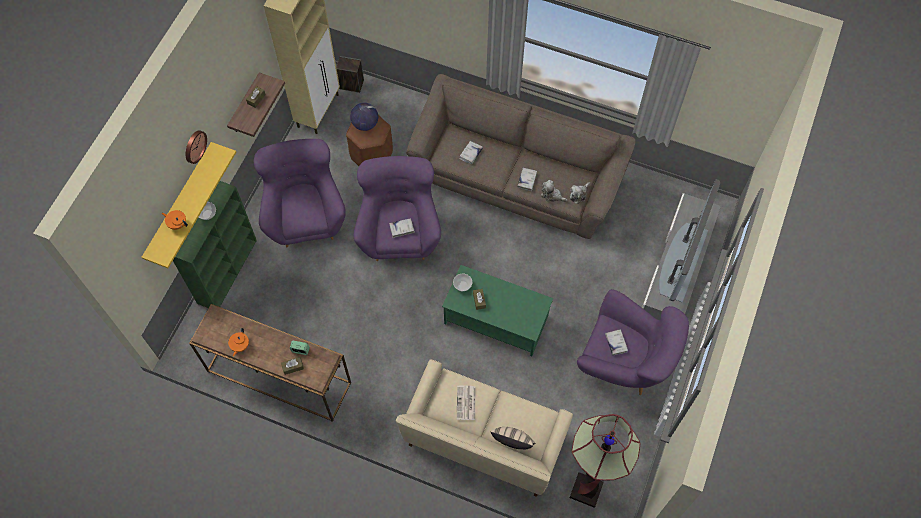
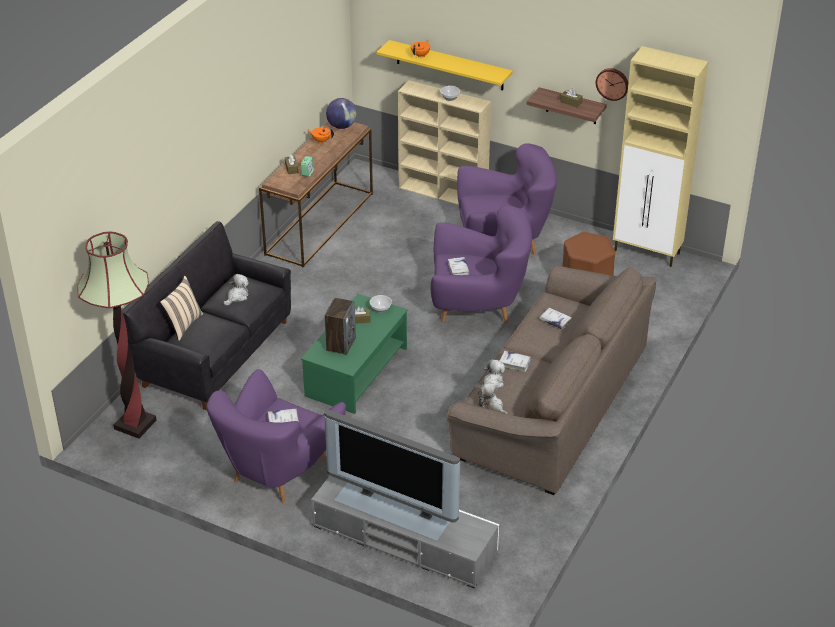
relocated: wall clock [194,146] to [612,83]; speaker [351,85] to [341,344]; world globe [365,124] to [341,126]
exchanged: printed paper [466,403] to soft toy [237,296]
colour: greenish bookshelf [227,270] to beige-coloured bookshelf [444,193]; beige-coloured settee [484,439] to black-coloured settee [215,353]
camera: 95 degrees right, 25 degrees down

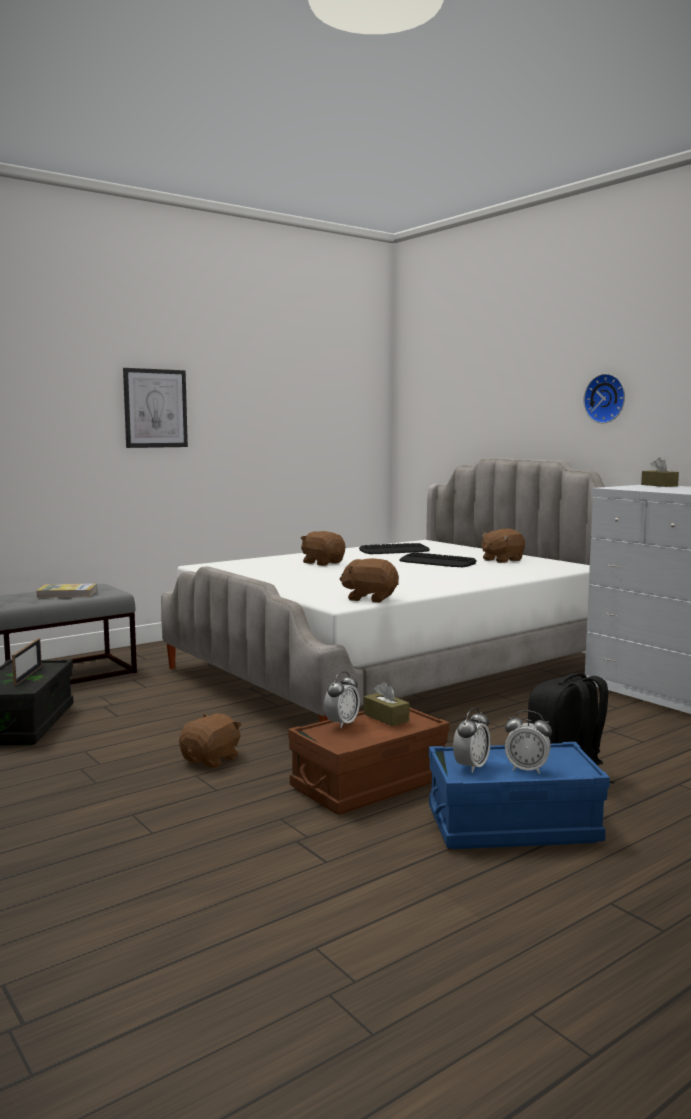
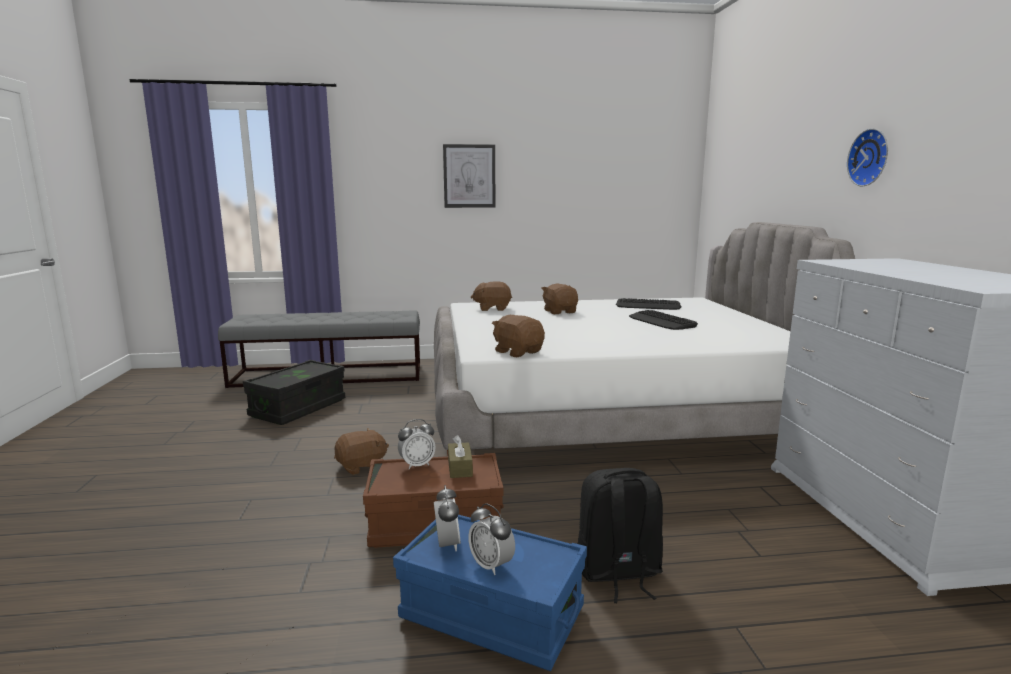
missing: photo frame [28,675]; bound book [67,594]; brown-coloured box of tissues [659,485]
relocated: brown-coloured soft toy [501,560] to [492,308]
spun: bedside clock [471,767] = [447,544] 75 degrees counterclockwise
camera: 30 degrees right, 5 degrees up

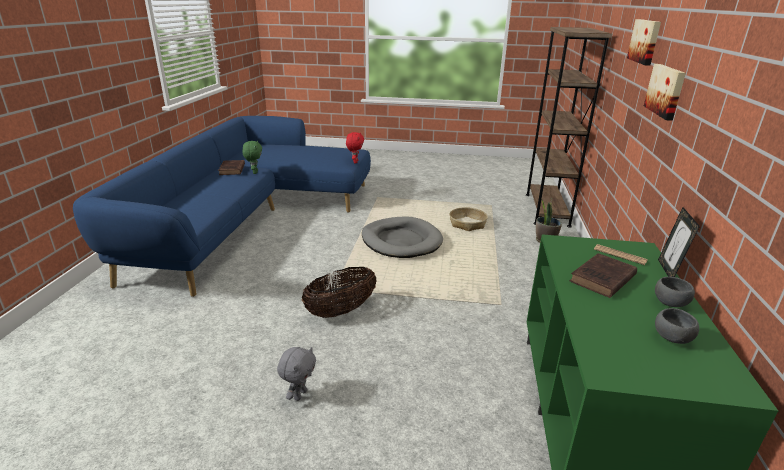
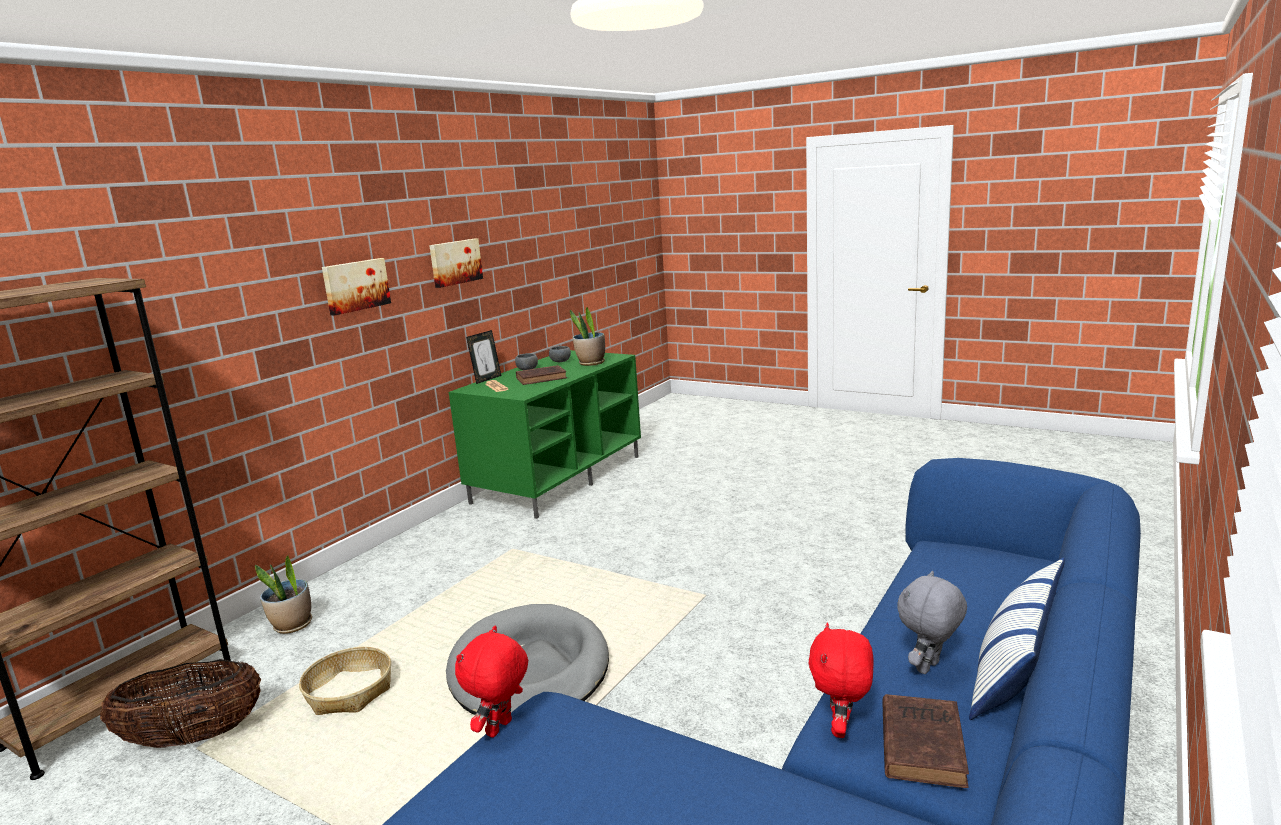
appeared: houseplant [591,363]; pillow [1014,670]
relocated: gray soft toy [299,394] to [929,668]; basket [341,311] to [193,737]; picture [645,41] to [455,262]
colour: greenish soft toy [254,172] to reddish soft toy [842,729]
camera: 155 degrees left, 10 degrees down

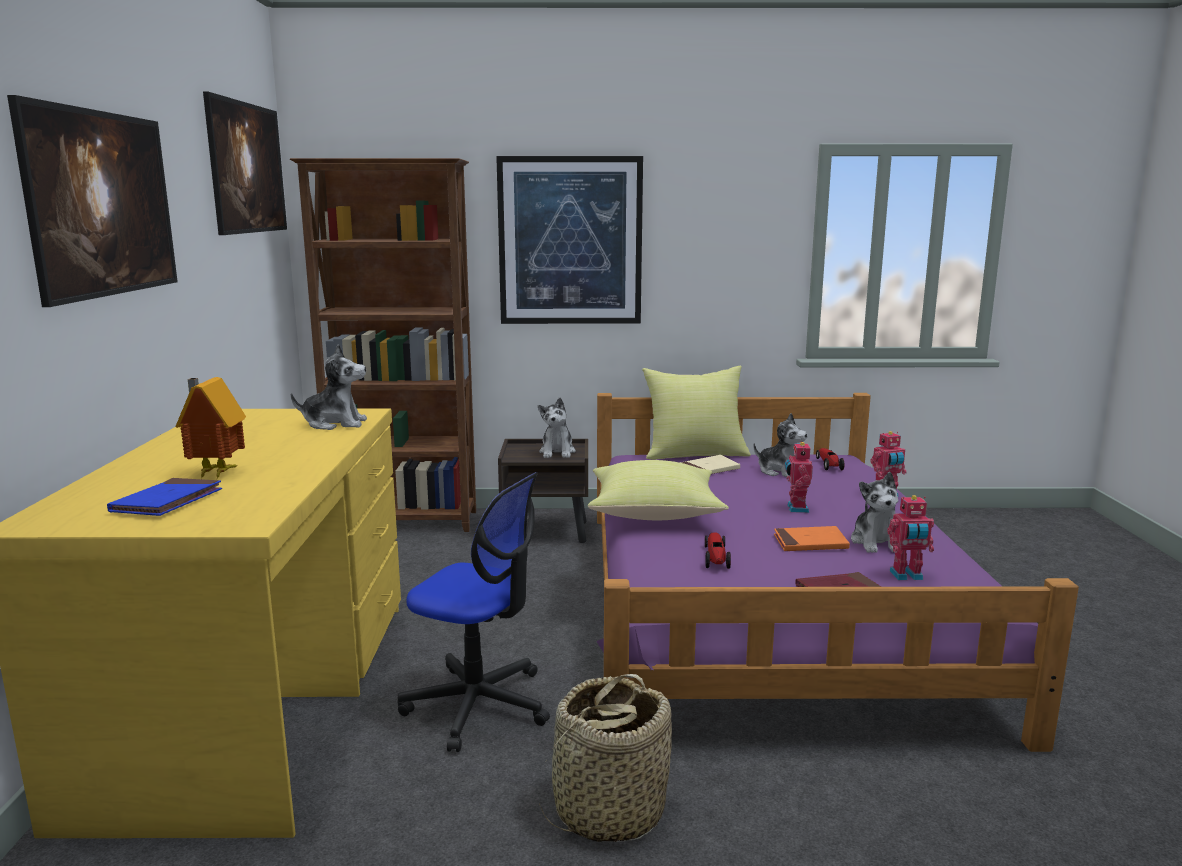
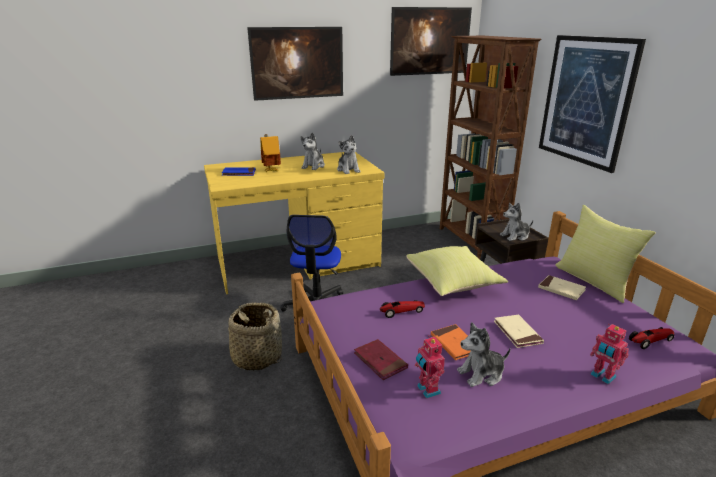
relocated: soft toy [780,471] to [313,166]
exchanged: model robot [796,508] to beige-coloured bound book [517,333]
camera: 70 degrees right, 10 degrees up

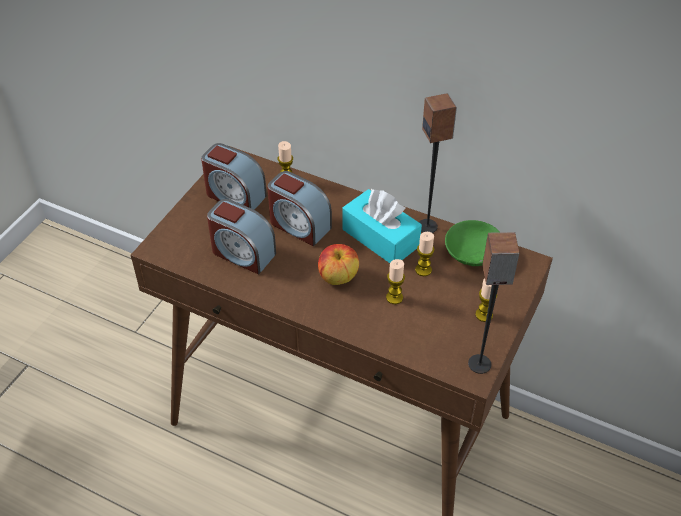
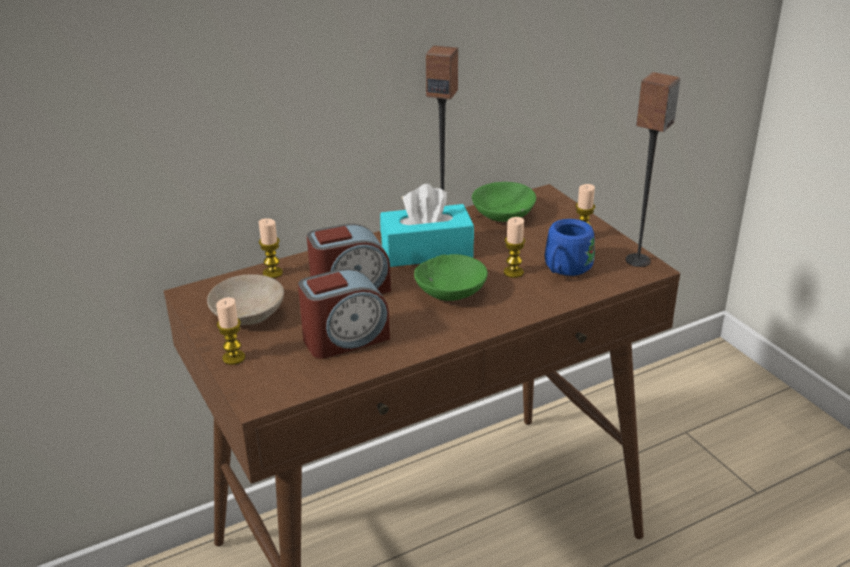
appeared: blue coffee mug [564,270]
relocated: wax light [423,270] to [233,358]
exchanged: bedside clock [234,195] to beige-coloured bowl [250,313]; apple [338,277] to greenish bowl [451,293]
camera: 55 degrees left, 15 degrees down

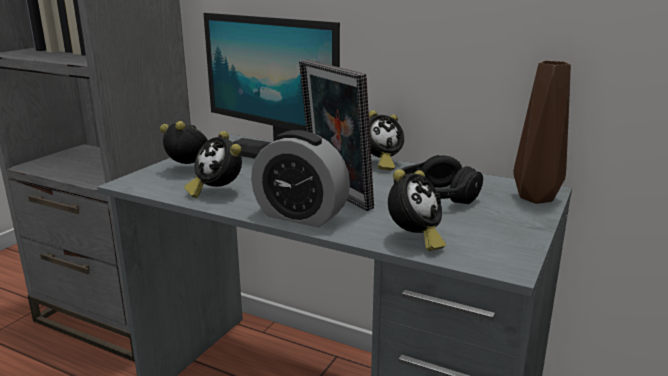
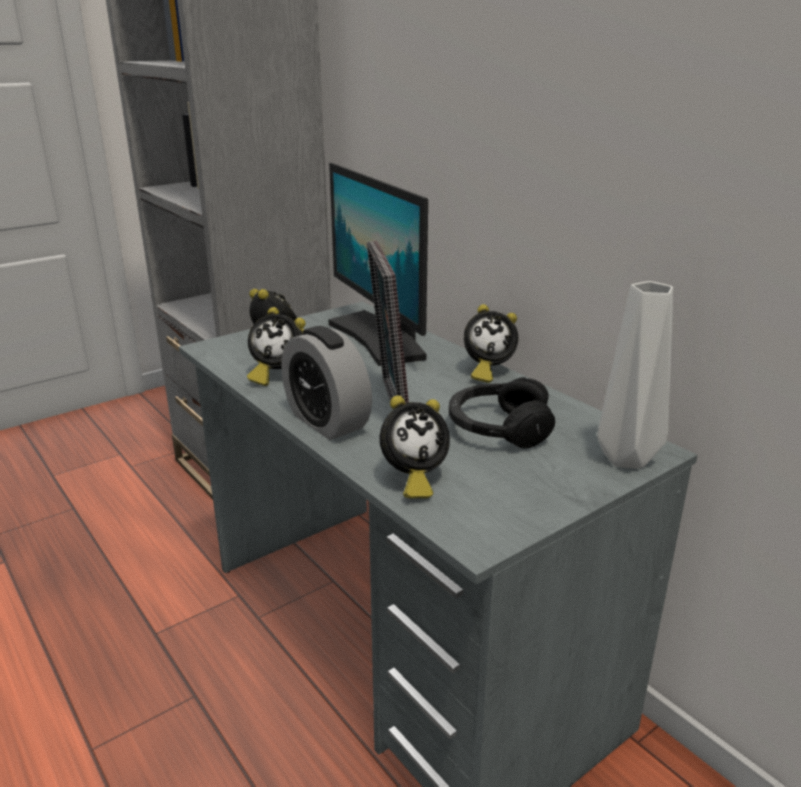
colour: brown-coloured decorative vase [534,198] to gray decorative vase [623,459]
spun: bedside clock [217,192] = [276,375] 60 degrees counterclockwise
camera: 25 degrees right, 5 degrees up

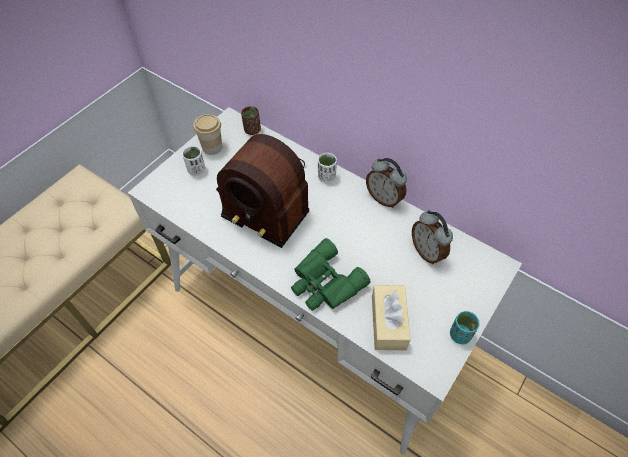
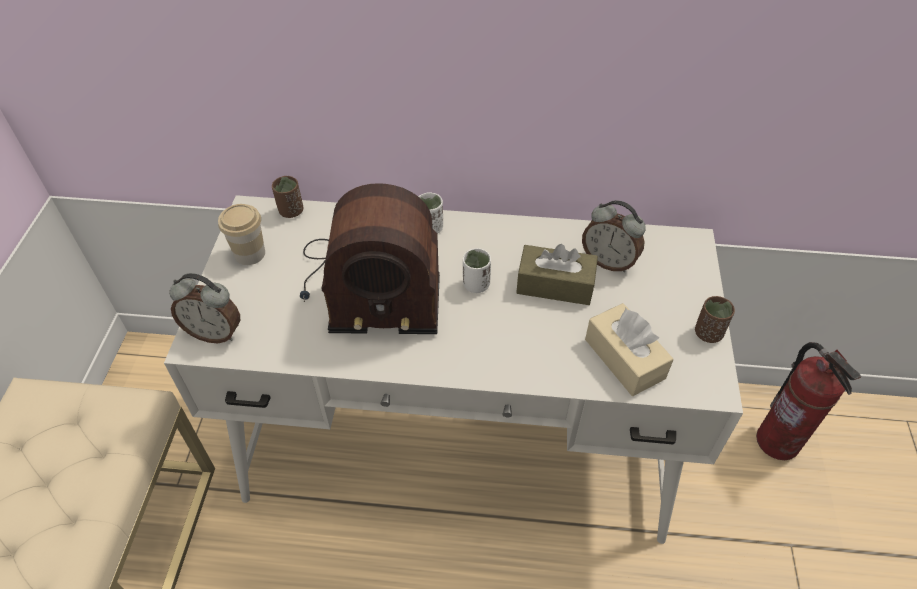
missing: greenish field glasses [324,283]
appeared: brown-coloured box of tissues [555,285]; extinguisher [778,441]
relocated: white-coloured small cup [196,170] to [476,284]; bedside clock [384,198] to [215,332]
colour: blue-green small cup [460,335] to brown-coloured small cup [708,333]
camera: 30 degrees left, 5 degrees down

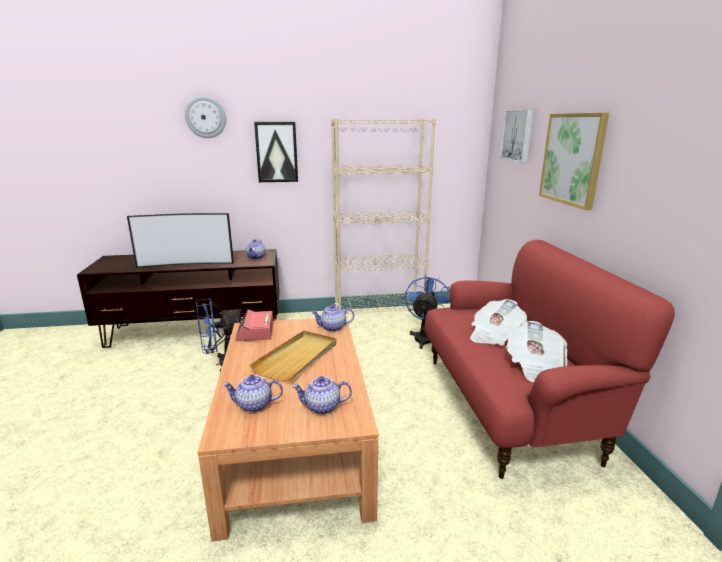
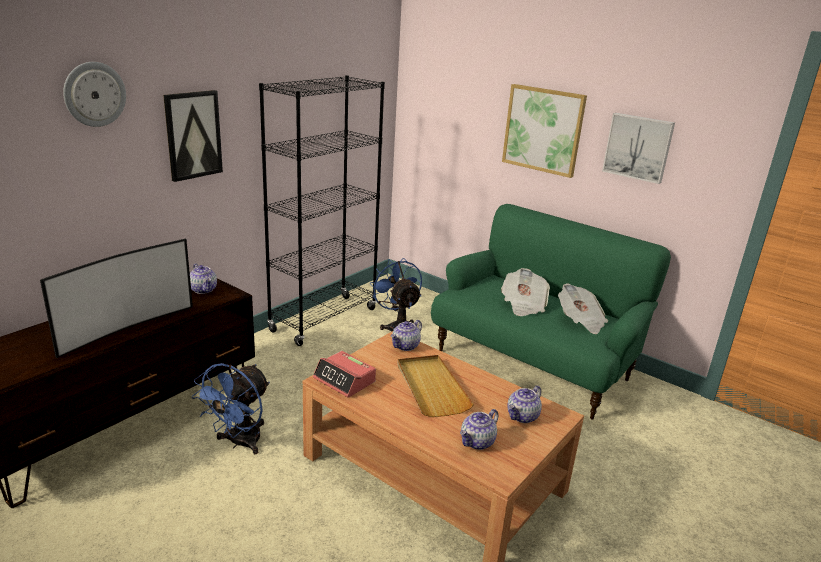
relocated: picture [518,135] to [638,147]
colour: beige-coloured bookshelf [379,316] to black-coloured bookshelf [323,320]; reddish settee [509,405] to greenish settee [533,363]
camera: 45 degrees left, 5 degrees up

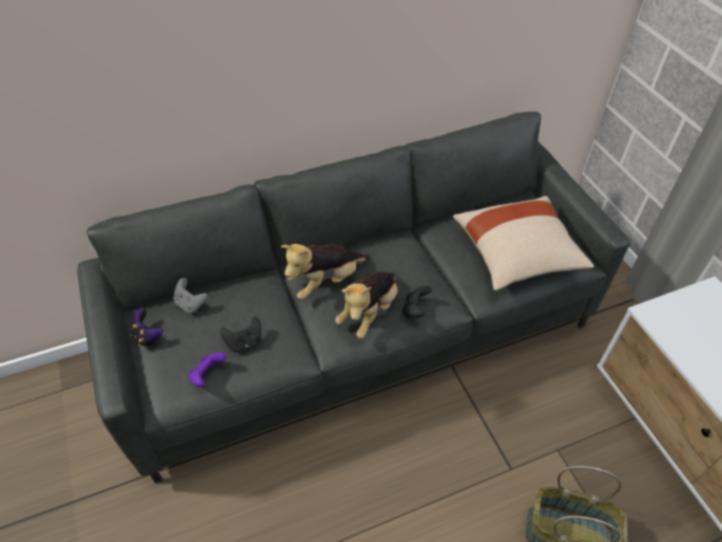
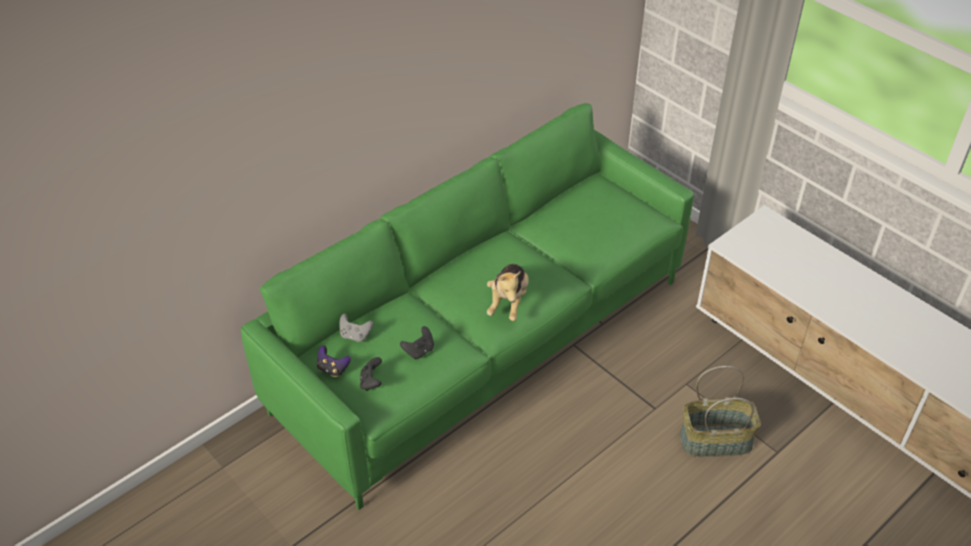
missing: purplish gamepad [208,375]; soft toy [326,281]; beige-coloured pillow [517,255]
relocated: black-coloured gamepad [415,310] to [371,382]
colour: gray settee [361,340] to greenish settee [484,347]
camera: 20 degrees left, 5 degrees down

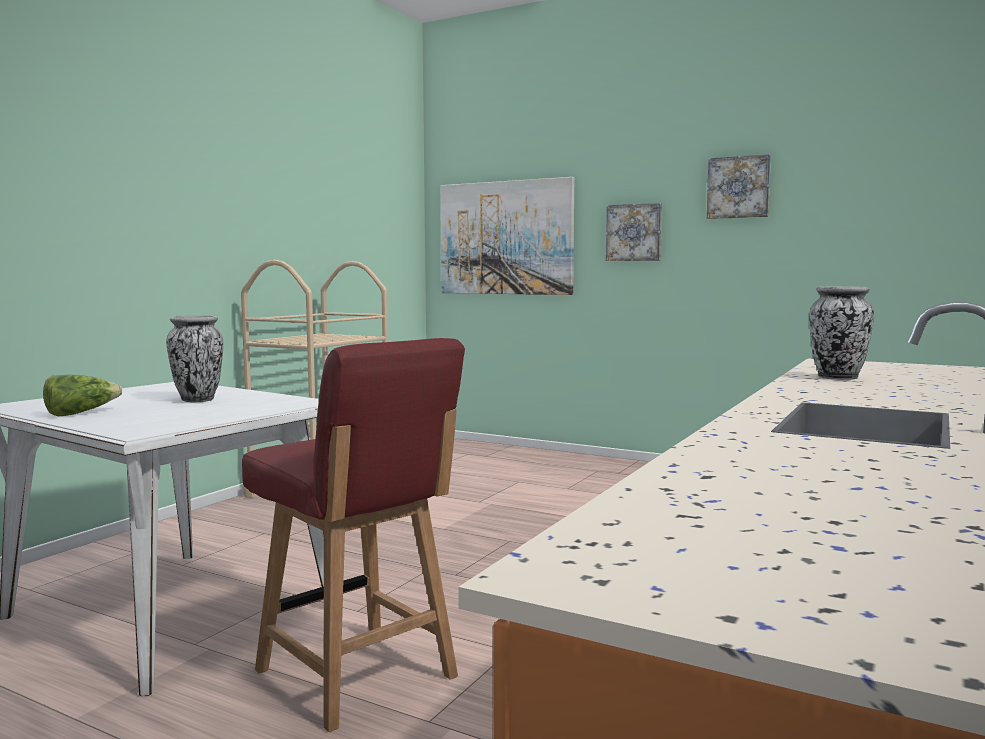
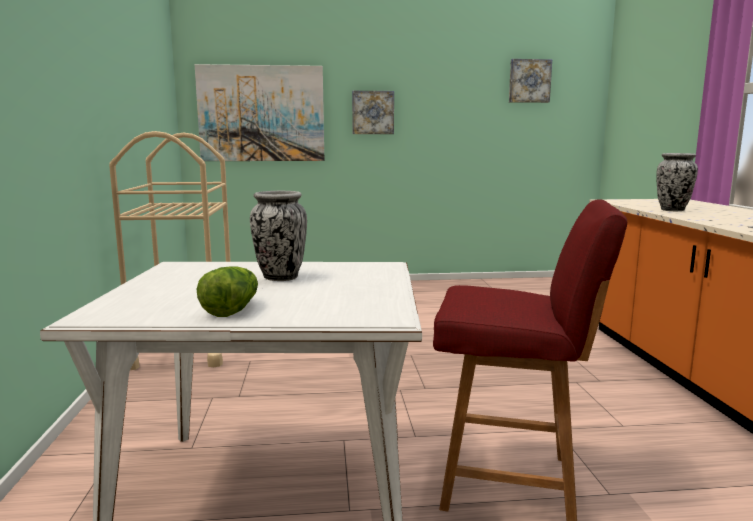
relocated: picture [738,187] to [529,81]
camera: 35 degrees left, 5 degrees up

